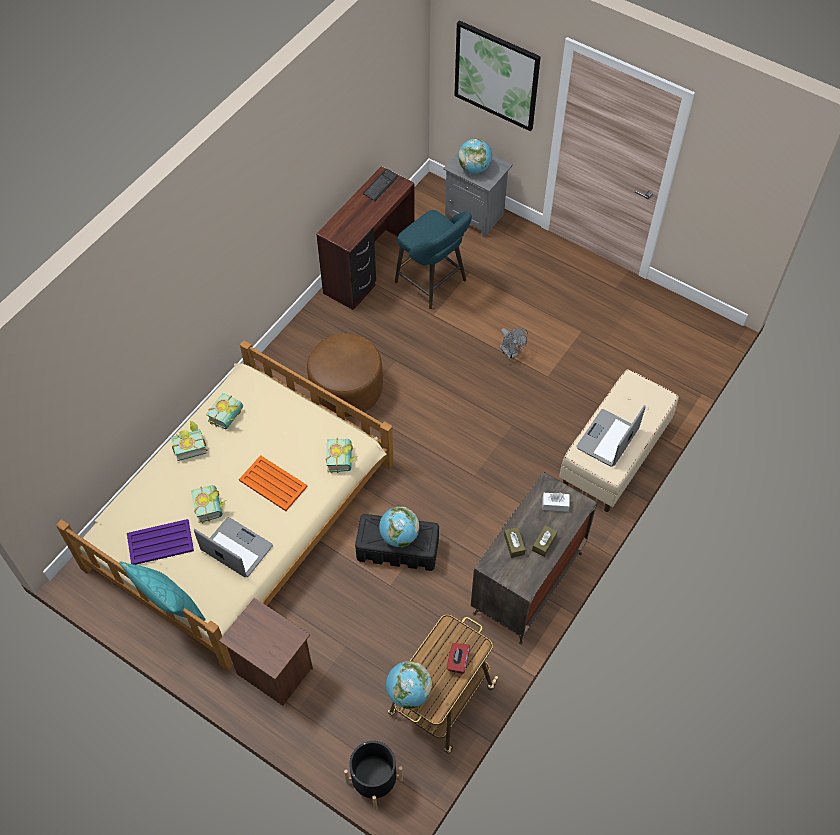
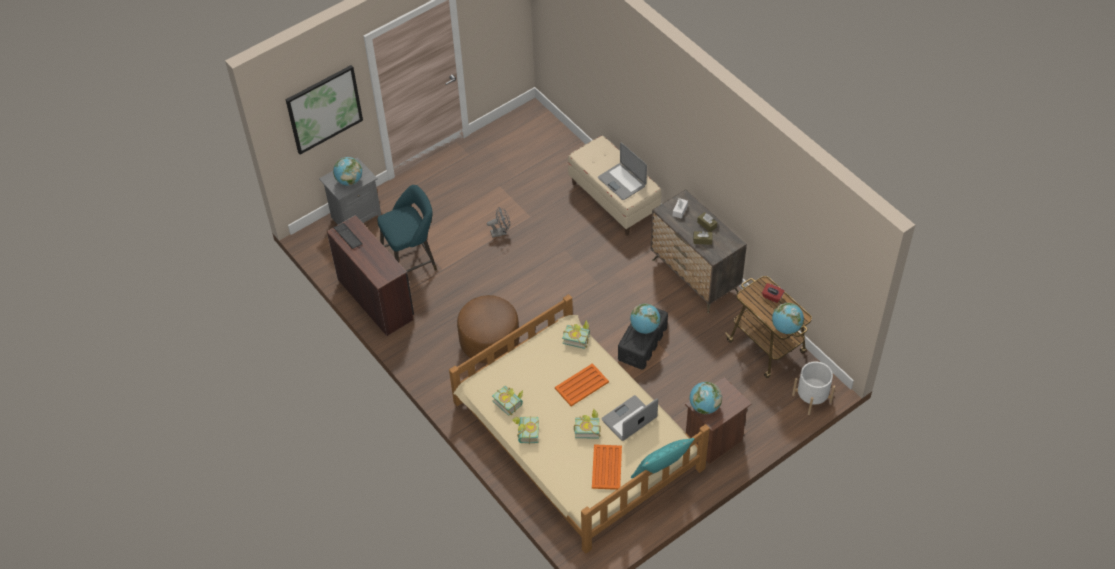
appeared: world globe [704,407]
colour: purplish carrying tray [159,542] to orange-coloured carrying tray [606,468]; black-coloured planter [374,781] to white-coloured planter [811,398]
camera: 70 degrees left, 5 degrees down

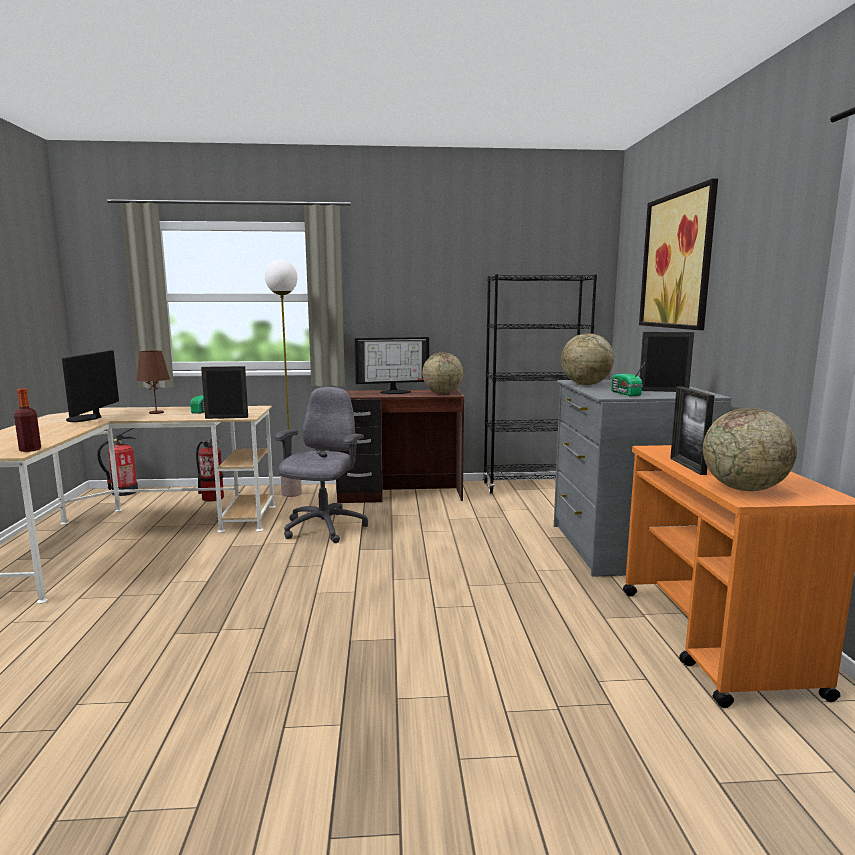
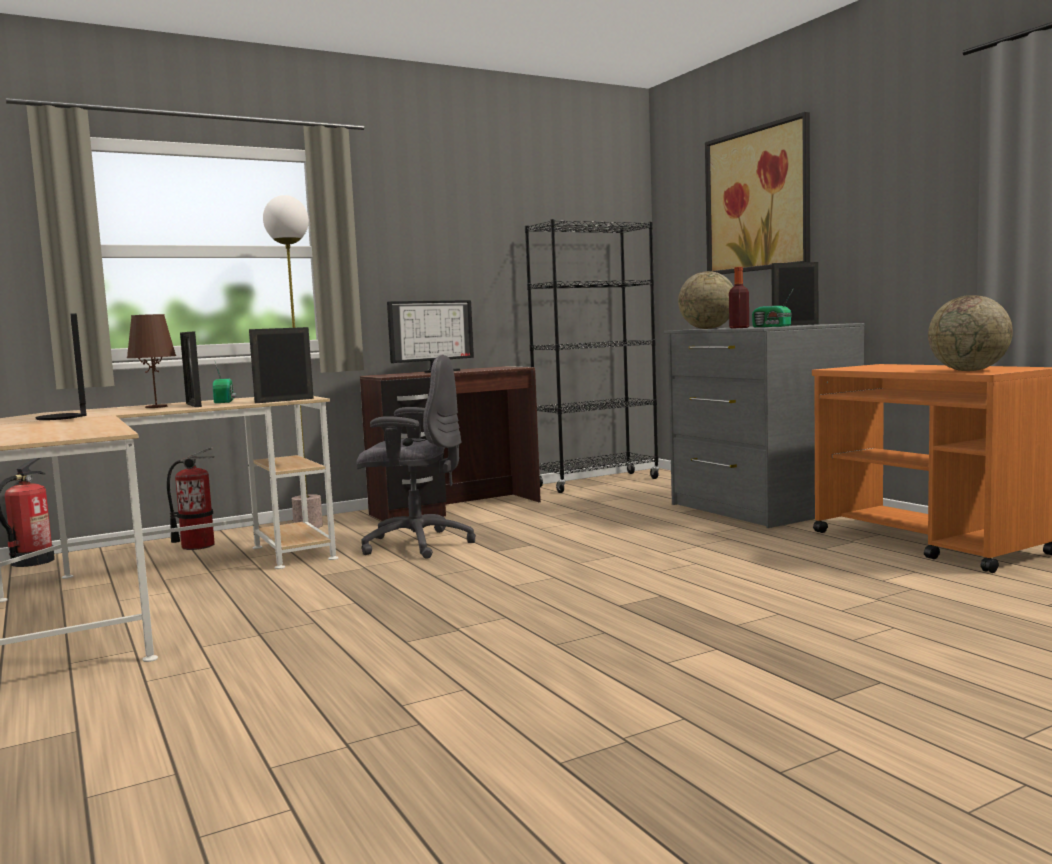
missing: world globe [442,393]
relocated: drink bottle [30,449] to [739,328]; photo frame [687,466] to [193,405]
spun: gray office chair [323,528] = [415,544] 105 degrees clockwise
camera: 25 degrees left, 5 degrees down

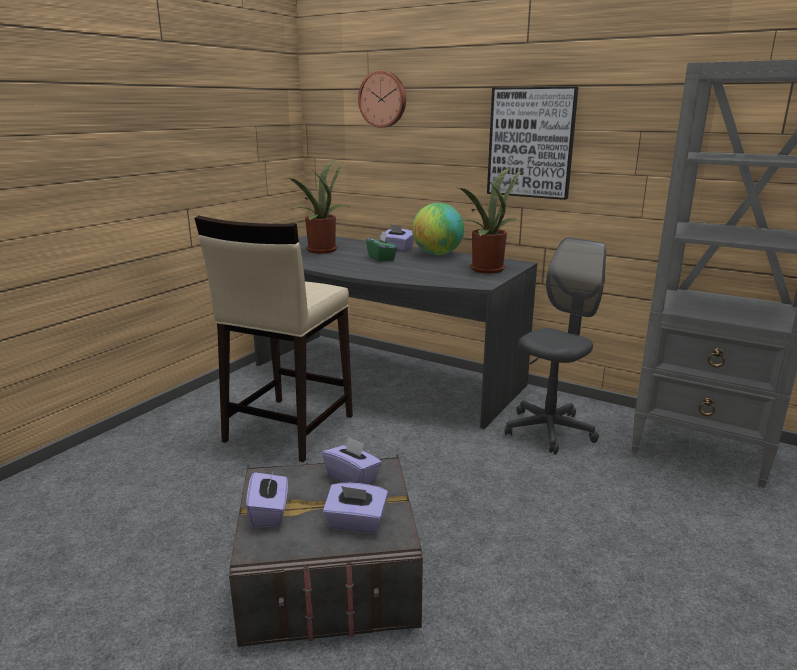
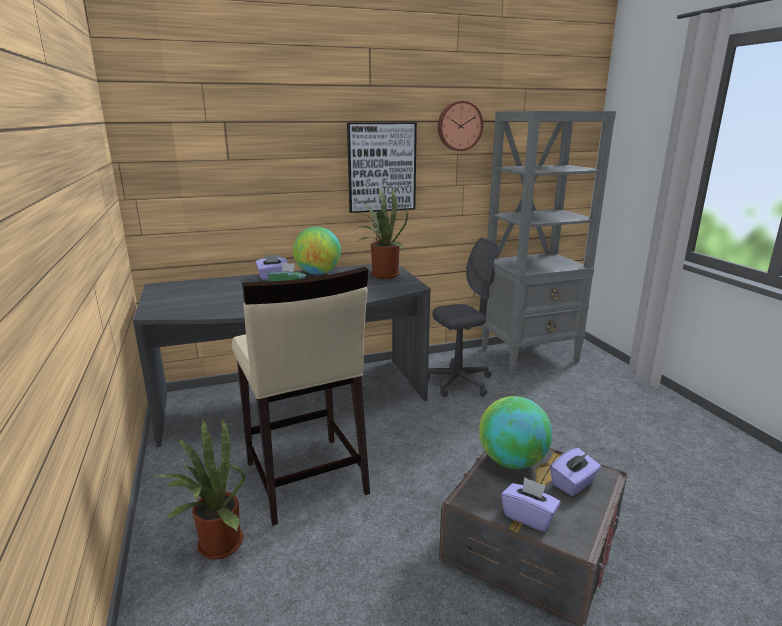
relocated: houseplant [319,250] to [215,545]; wall clock [383,99] to [459,126]
exchanged: purplish box of tissues [353,477] to world globe [512,461]
spun: gray office chair [549,431] = [458,382] 75 degrees clockwise
camera: 50 degrees left, 0 degrees up

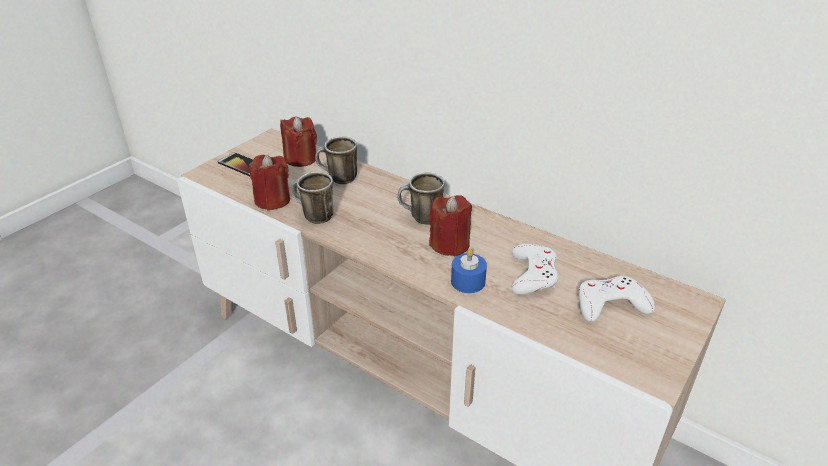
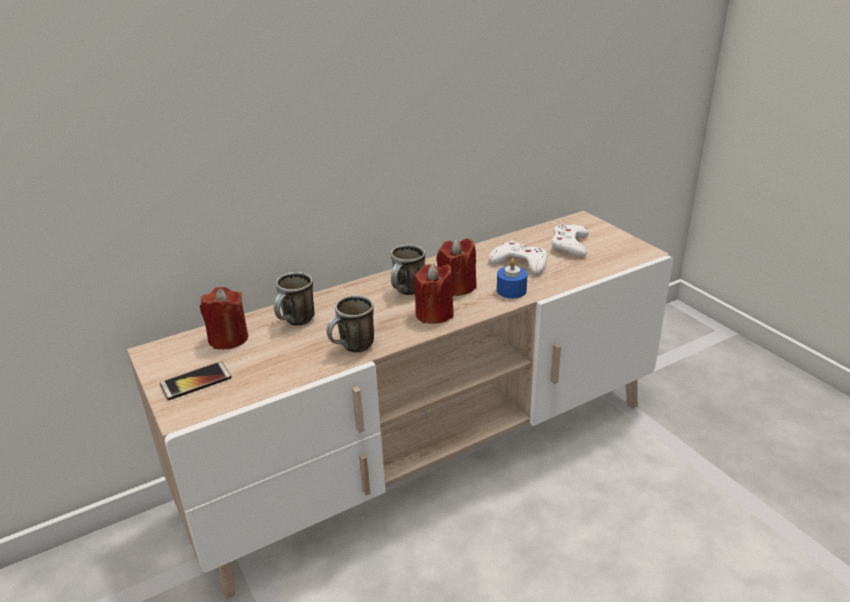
relocated: reddish wax light [272,200] to [434,314]
camera: 65 degrees left, 5 degrees down

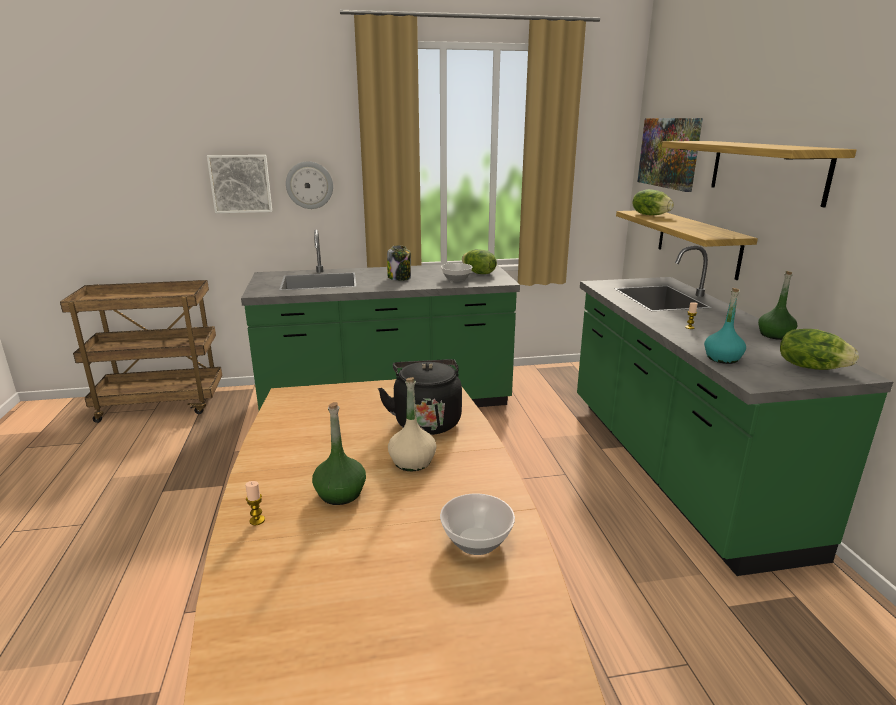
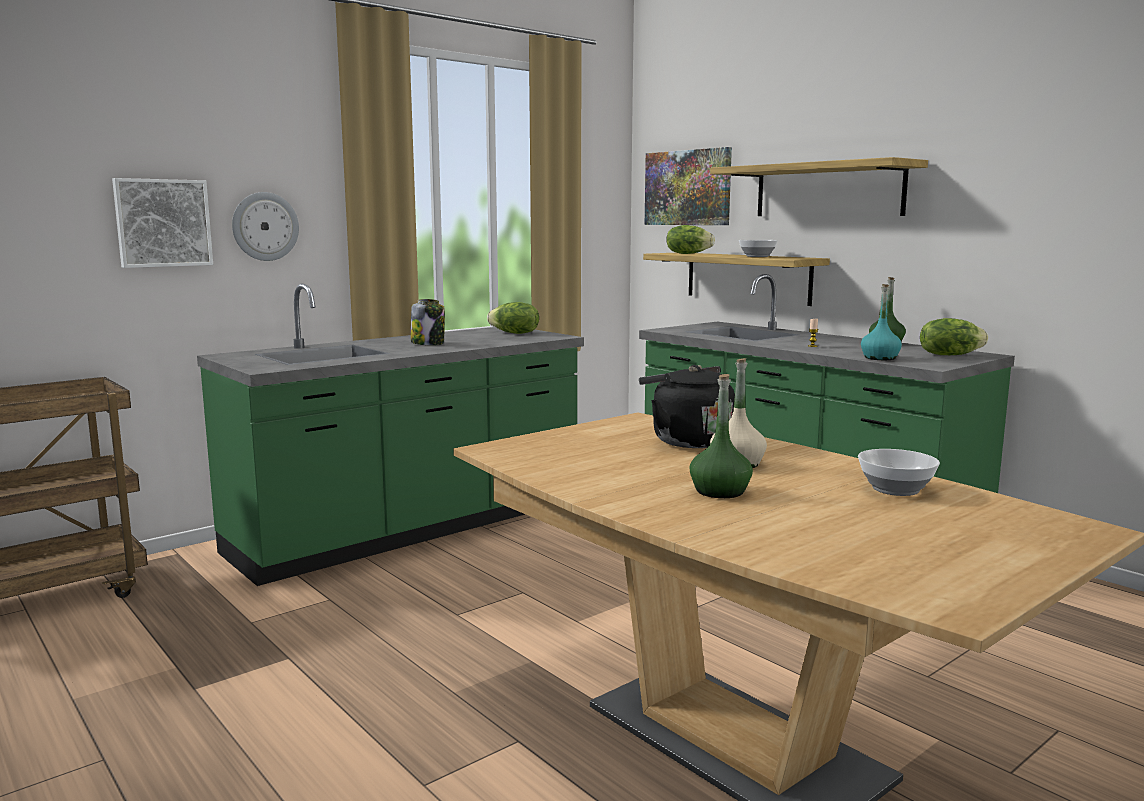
missing: wax light [257,520]
relocated: bowl [456,279] to [756,256]
camera: 30 degrees left, 10 degrees down

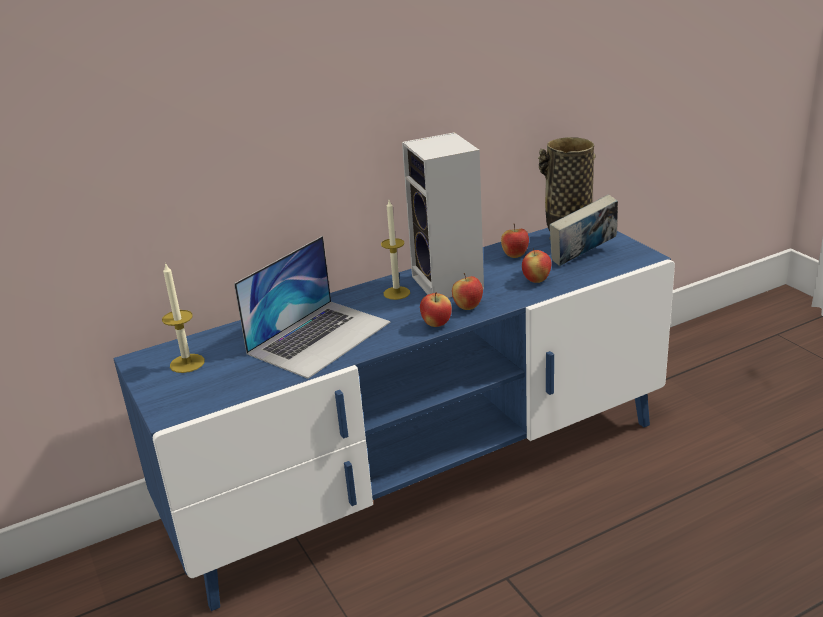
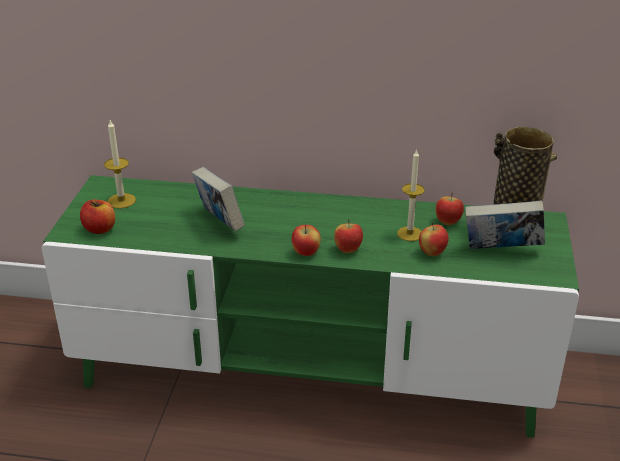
missing: speaker [450,283]
appeared: apple [100,229]
relocated: wax light [396,293] to [409,234]
exchanged: laptop [319,337] to bound book [219,222]
colour: blue media console [423,474] to greenish media console [310,373]
camera: 35 degrees right, 5 degrees up

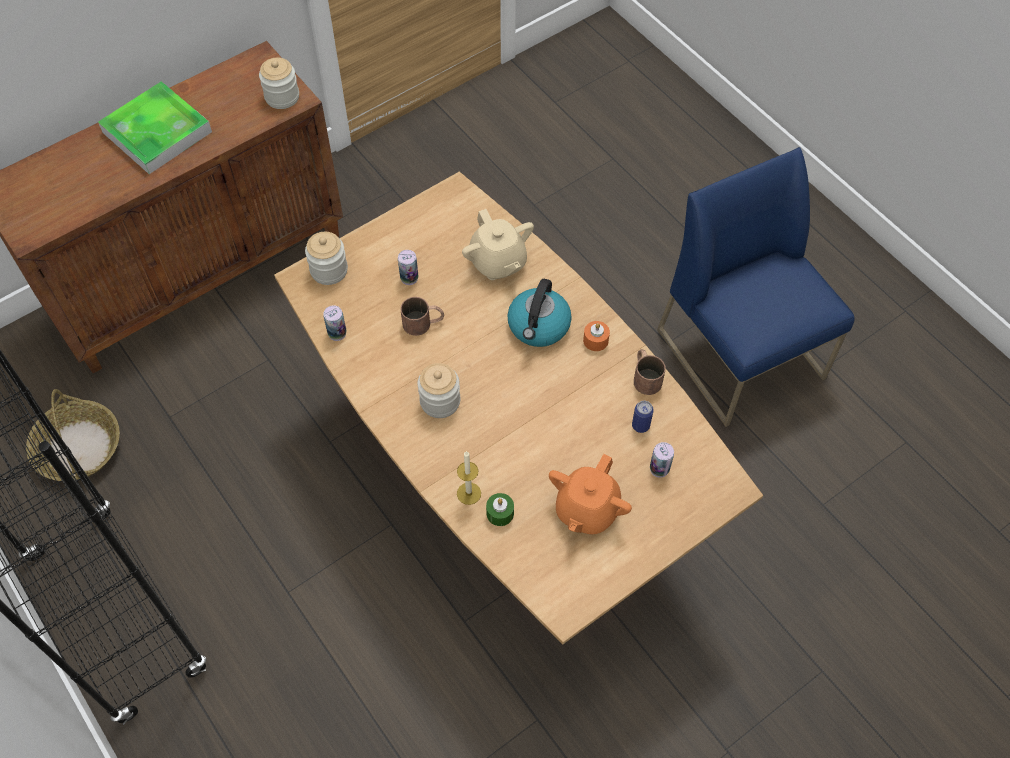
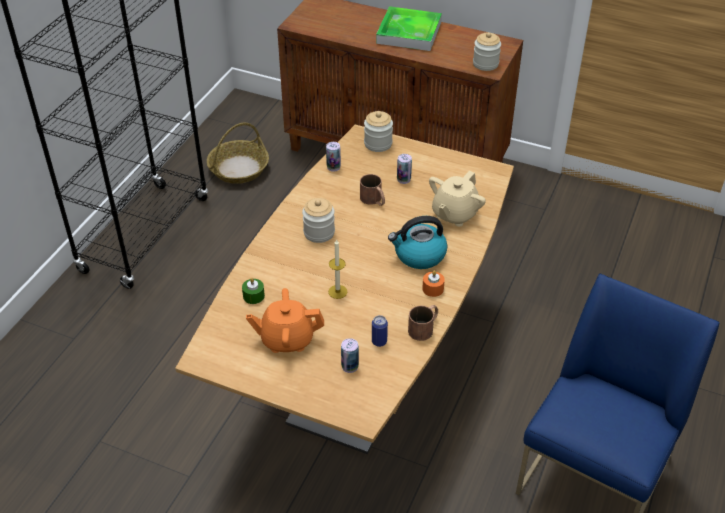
relocated: wax light [469,493] to [337,291]
camera: 60 degrees right, 15 degrees down

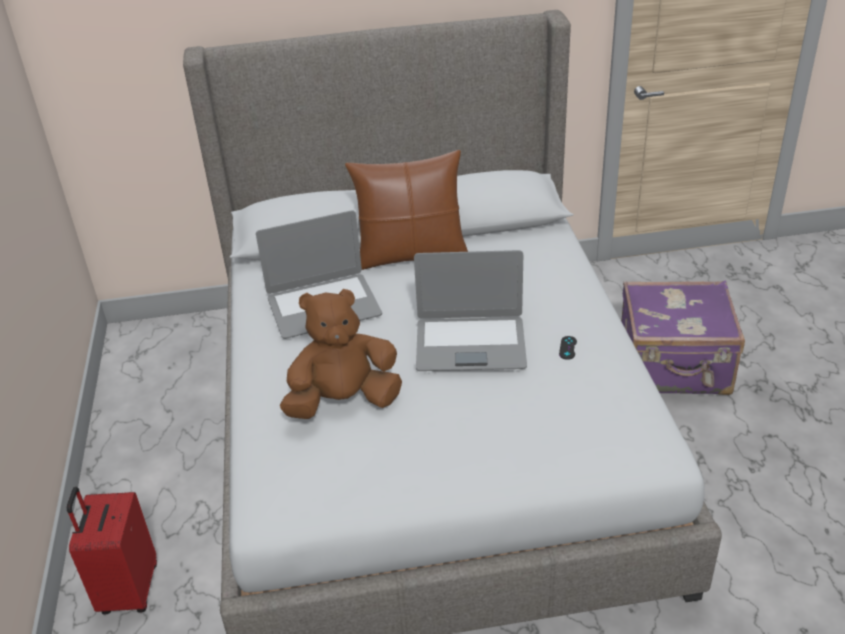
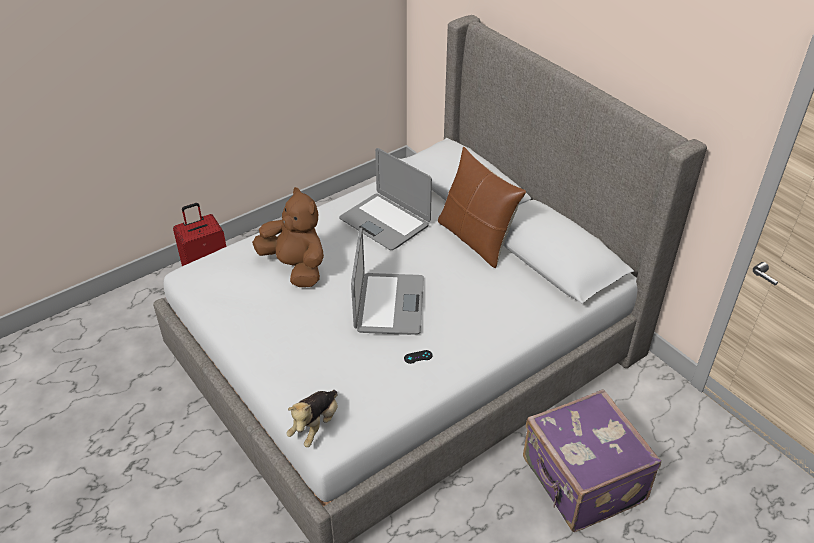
appeared: soft toy [315,425]
spun: laptop [470,344] = [388,304] 150 degrees counterclockwise
camera: 60 degrees right, 5 degrees up

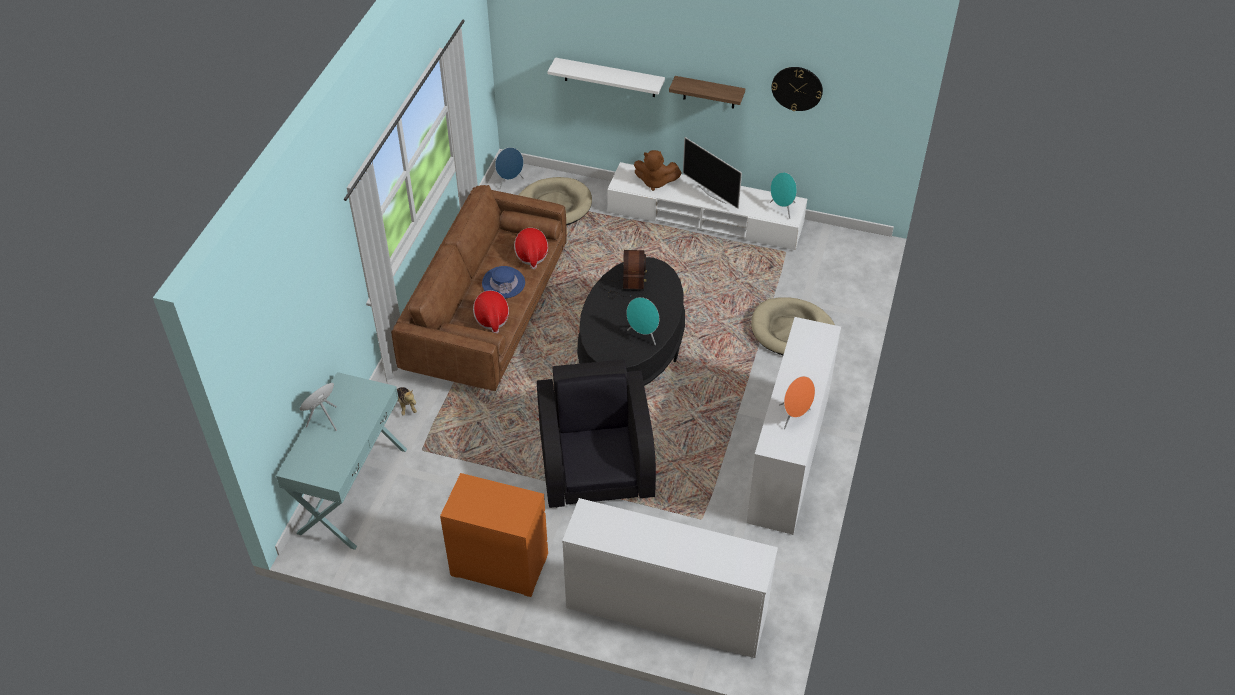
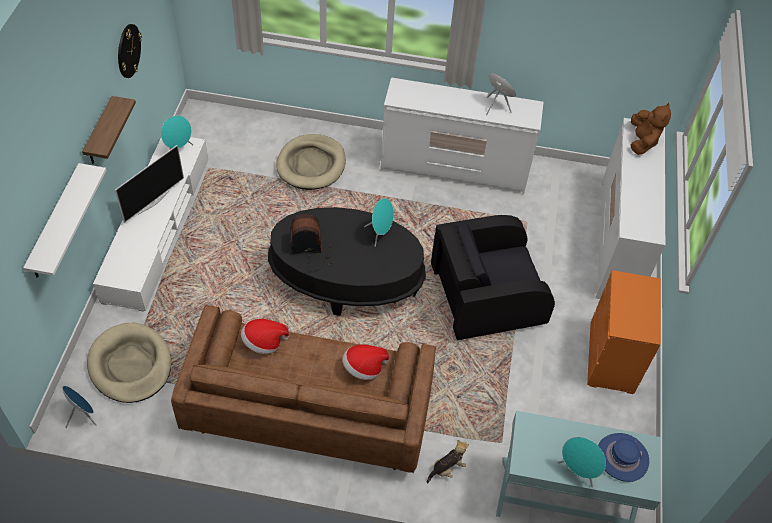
relocated: blue hat [503,283] to [622,457]; brown-coloured soft toy [655,182] to [642,142]
camera: 100 degrees left, 5 degrees up

